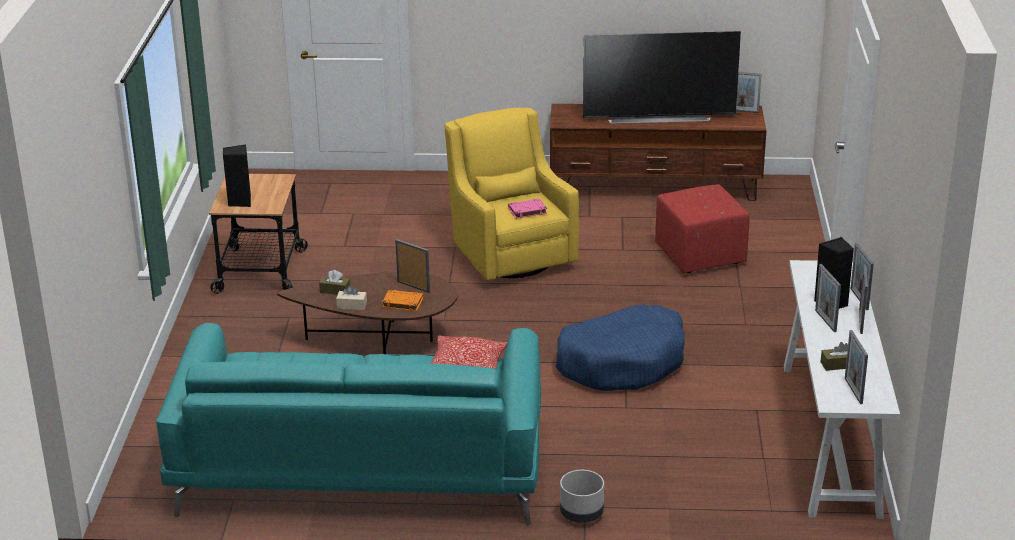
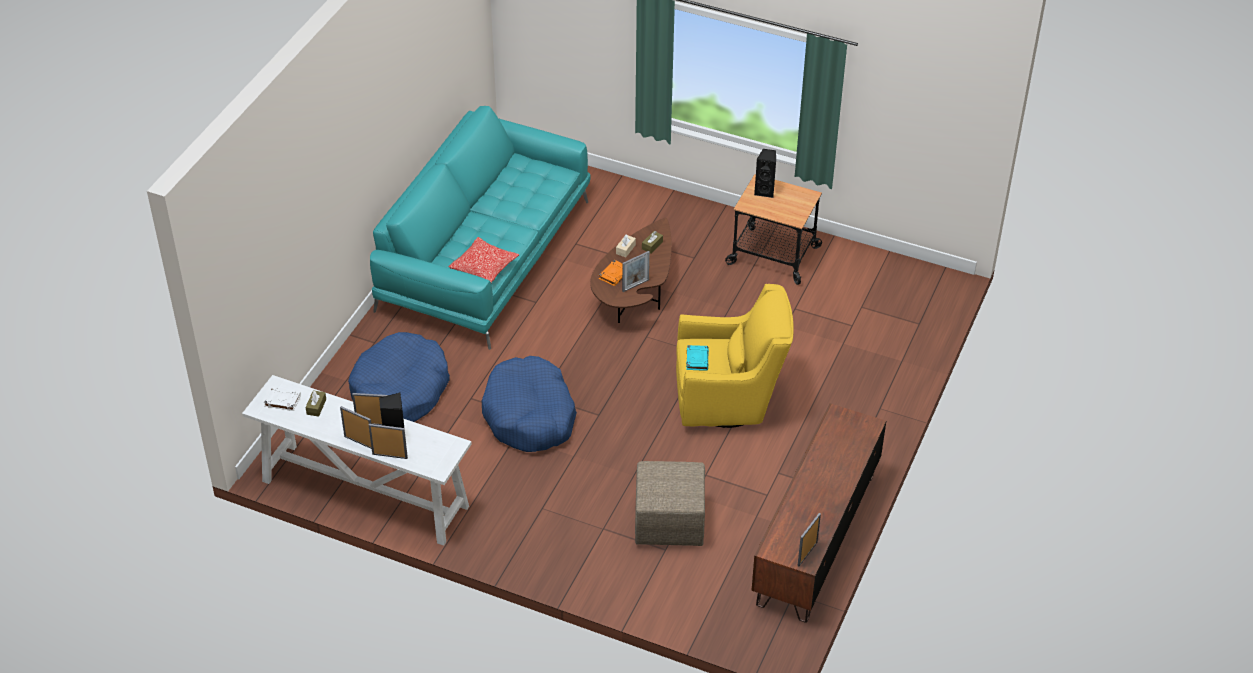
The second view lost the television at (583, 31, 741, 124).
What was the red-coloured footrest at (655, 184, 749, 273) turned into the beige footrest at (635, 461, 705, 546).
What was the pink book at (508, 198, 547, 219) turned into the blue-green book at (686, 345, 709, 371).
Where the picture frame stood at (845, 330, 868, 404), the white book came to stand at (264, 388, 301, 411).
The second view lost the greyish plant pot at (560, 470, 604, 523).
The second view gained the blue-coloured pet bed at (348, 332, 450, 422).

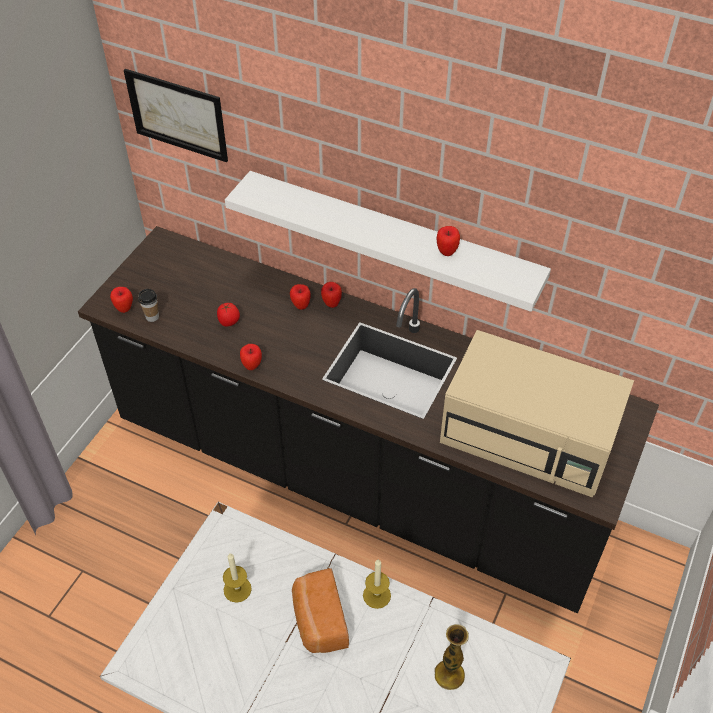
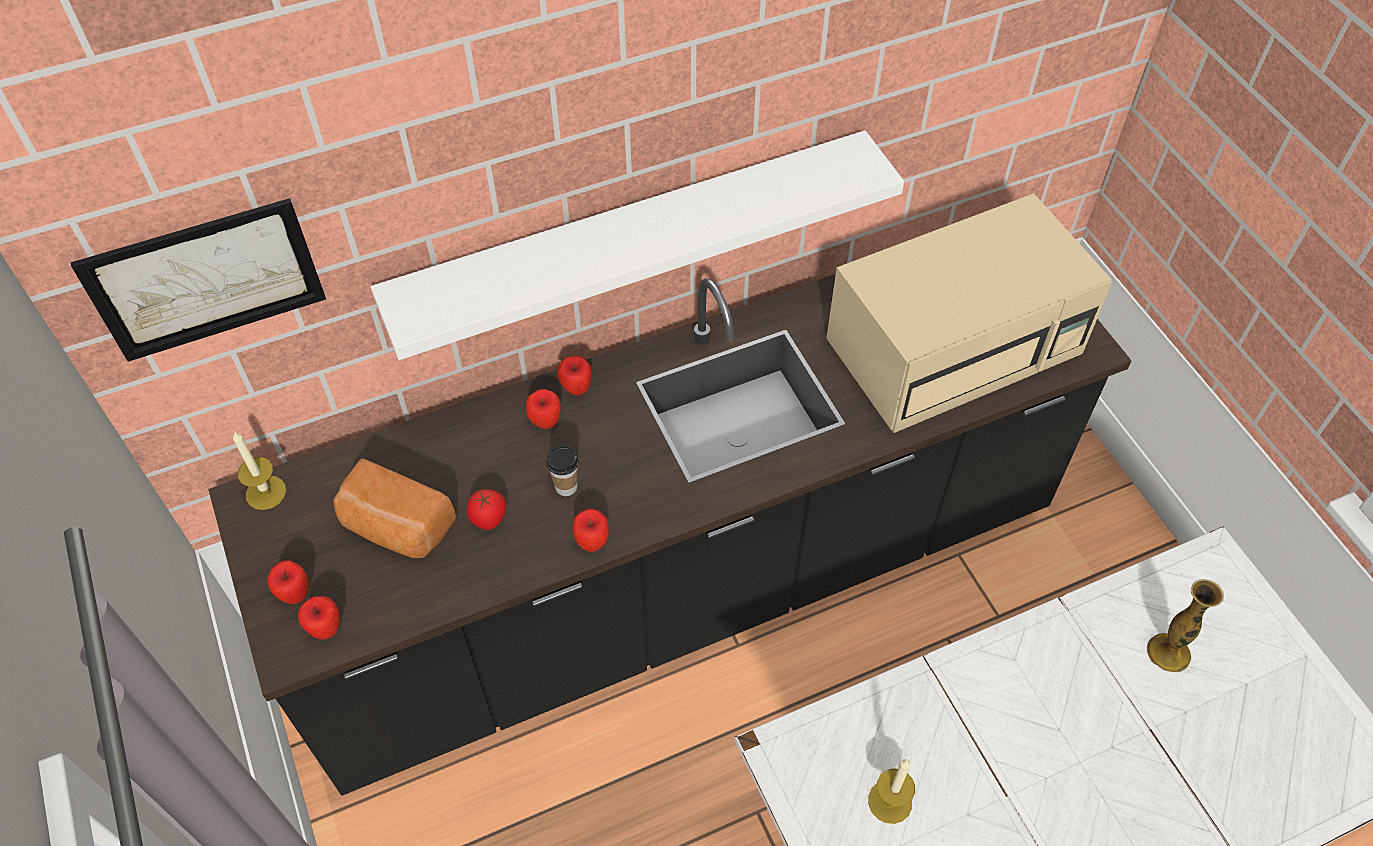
The whole apple ended up elsewhere, having gone from (437, 226, 460, 256) to (267, 560, 309, 604).
The drinking cup ended up elsewhere, having gone from (138, 289, 159, 322) to (546, 445, 579, 496).
The wax candle ended up elsewhere, having gone from (363, 559, 391, 609) to (233, 431, 286, 510).
The bakery bread ended up elsewhere, having gone from (292, 568, 349, 653) to (333, 458, 456, 558).

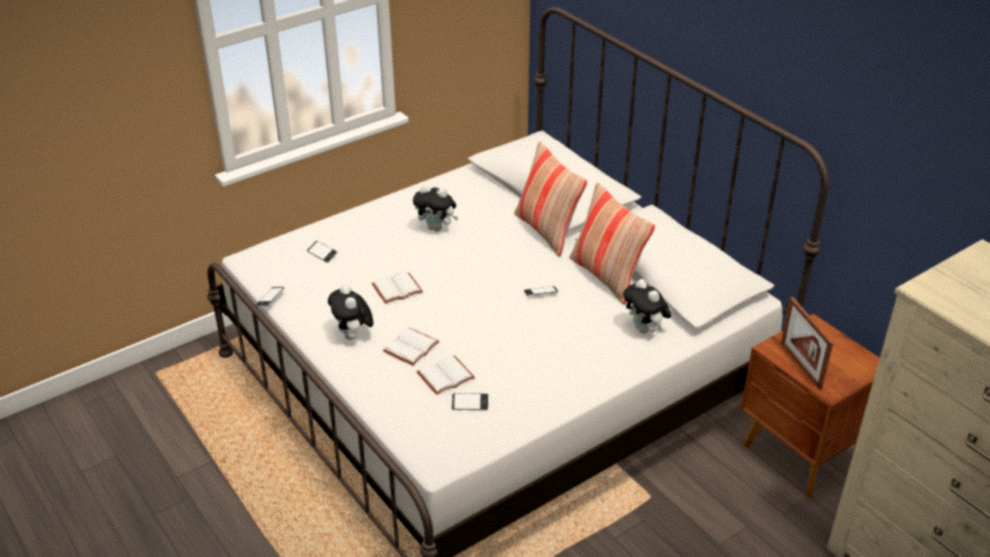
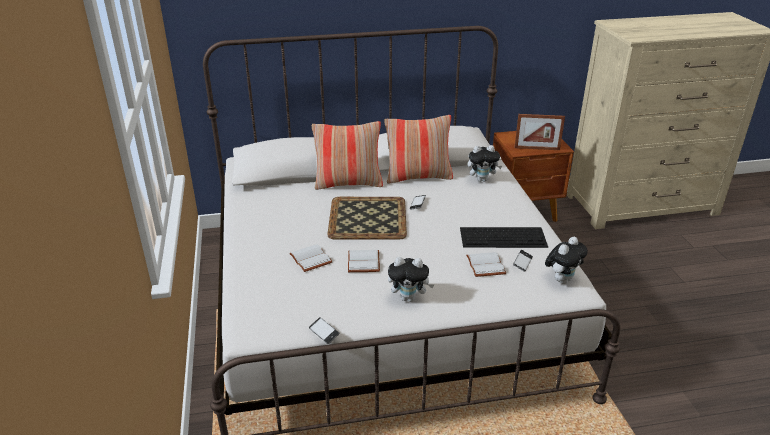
The soft toy ended up elsewhere, having gone from (413, 185, 458, 231) to (545, 237, 588, 284).
The second view lost the phone at (307, 241, 337, 263).
The white book ended up elsewhere, having gone from (383, 328, 439, 366) to (289, 244, 332, 272).
The second view gained the carrying tray at (327, 197, 407, 240).
The second view gained the computer keyboard at (460, 227, 548, 248).

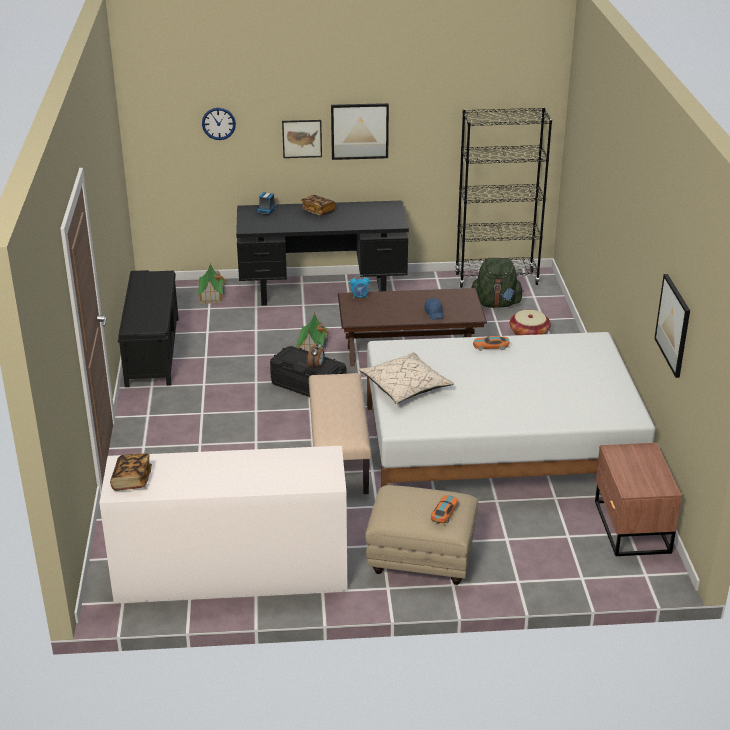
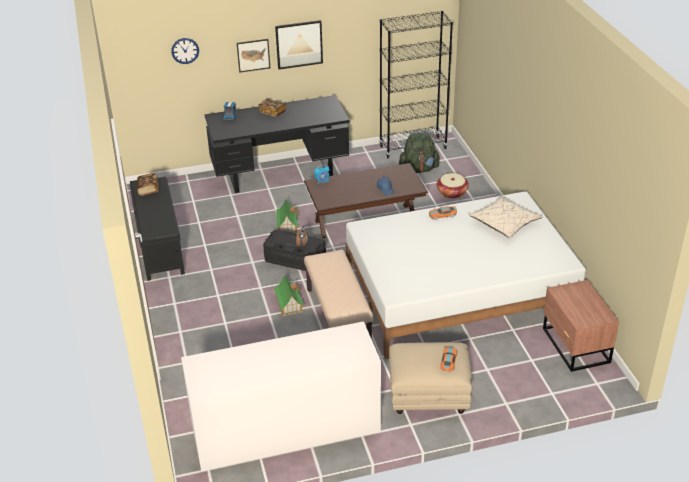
The toy house ended up elsewhere, having gone from (197, 264, 226, 304) to (273, 274, 304, 316).
The second view lost the picture at (654, 274, 690, 378).
The beige cushion ended up elsewhere, having gone from (359, 352, 454, 404) to (468, 196, 543, 238).
The book ended up elsewhere, having gone from (110, 454, 152, 491) to (137, 173, 159, 196).

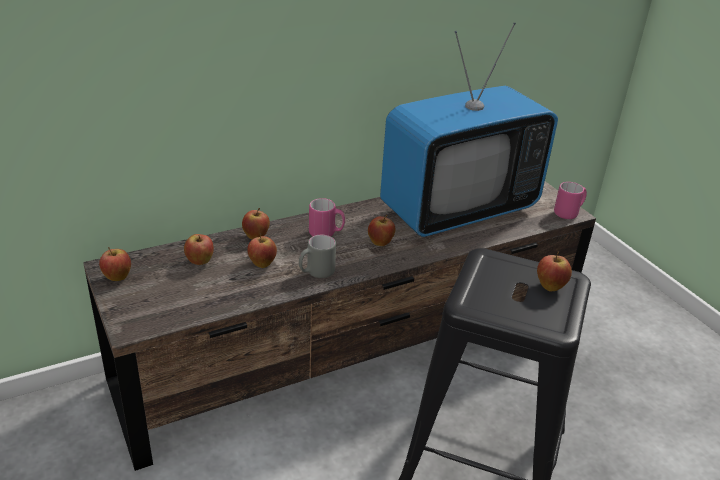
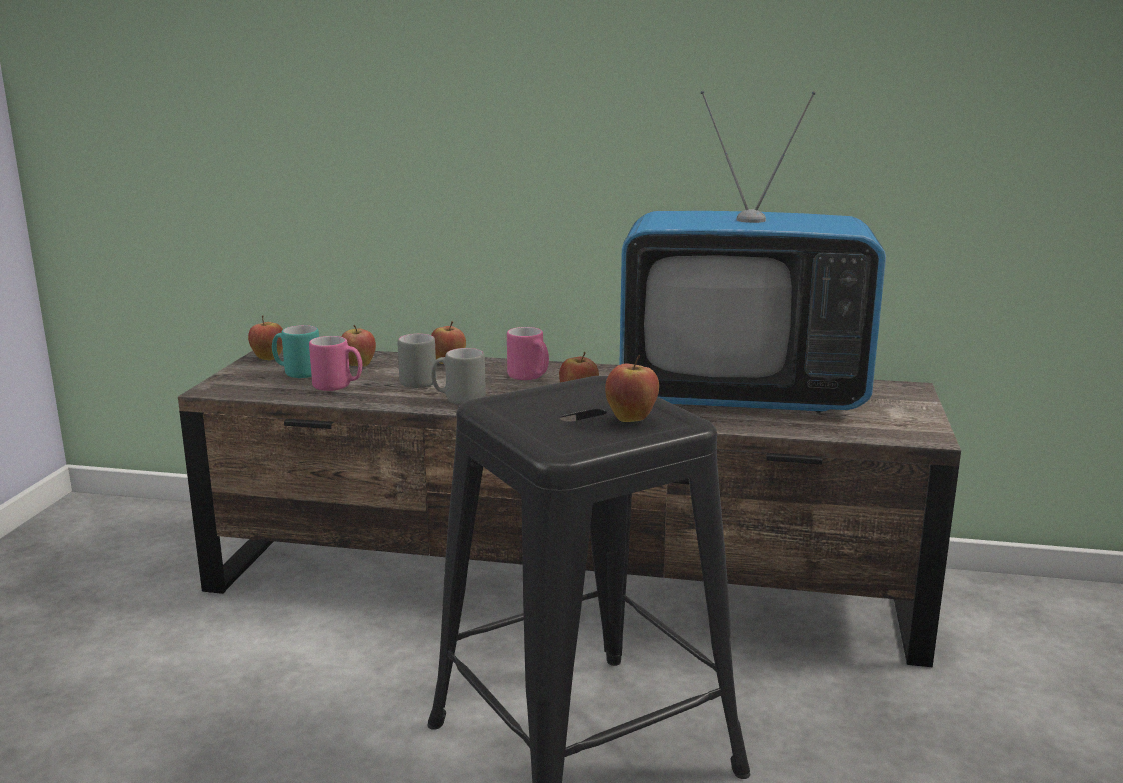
The pink coffee mug ended up elsewhere, having gone from (554, 182, 587, 219) to (309, 336, 362, 391).
Where the whole apple stood at (247, 233, 277, 268), the greyish coffee mug came to stand at (397, 333, 437, 388).
The second view gained the blue-green coffee mug at (272, 325, 319, 378).

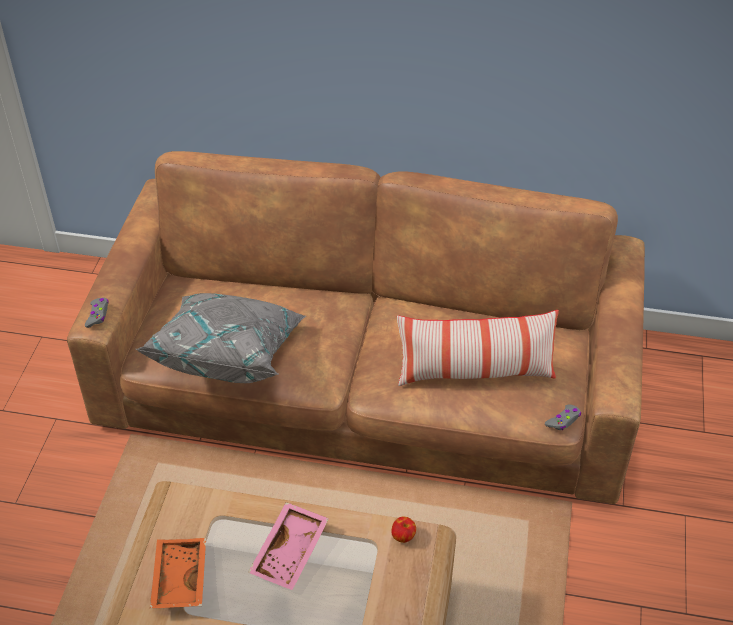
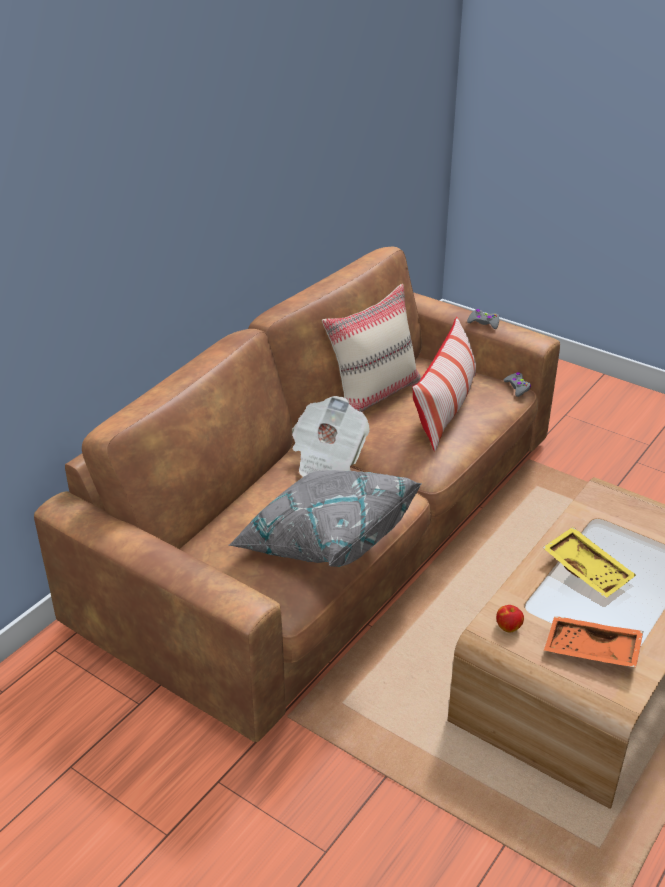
The greyish gamepad ended up elsewhere, having gone from (85, 298, 108, 328) to (467, 309, 499, 329).
What was the pink carrying tray at (248, 502, 329, 590) turned into the yellow-coloured carrying tray at (542, 527, 636, 598).
The whole apple ended up elsewhere, having gone from (391, 517, 416, 543) to (496, 605, 524, 633).
The second view gained the beige cushion at (322, 284, 422, 412).
The second view gained the printed paper at (291, 396, 370, 477).

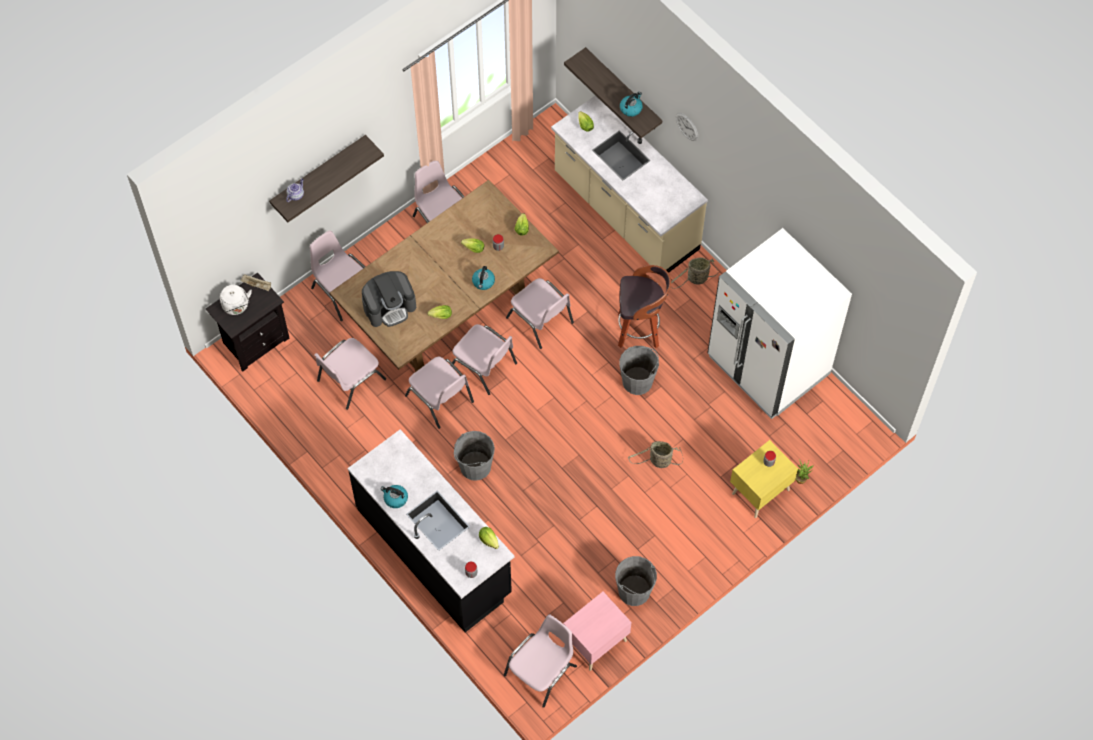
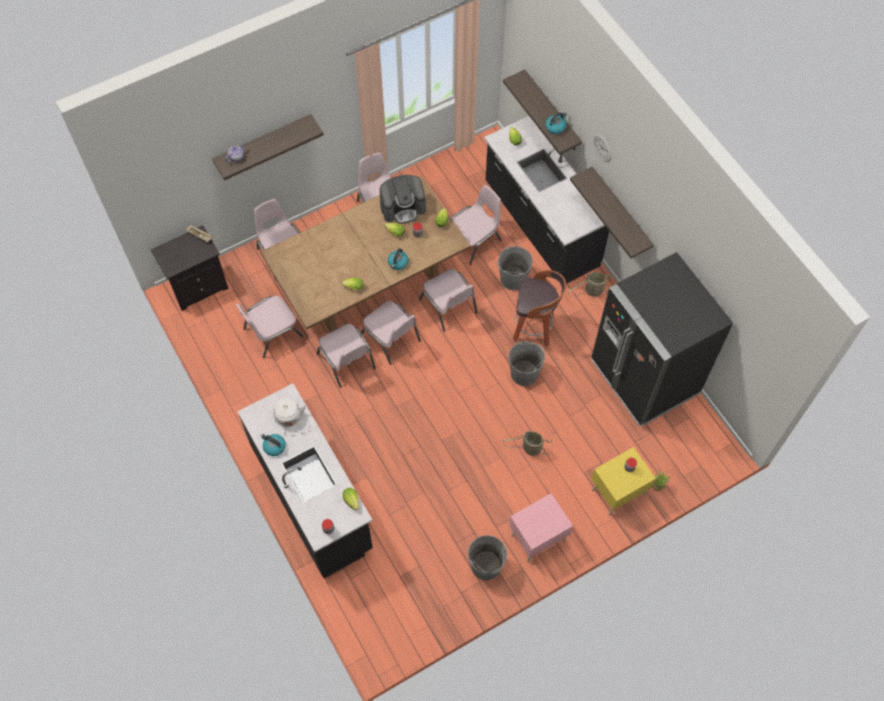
What was the beige kitchen counter at (551, 95, 708, 273) turned into the black-coloured kitchen counter at (484, 116, 609, 284).
What was the white refrigerator at (707, 228, 852, 419) turned into the black-coloured refrigerator at (591, 252, 733, 427).
The coffee machine ended up elsewhere, having gone from (362, 271, 416, 327) to (379, 175, 426, 224).
The white tea kettle ended up elsewhere, having gone from (220, 285, 252, 315) to (273, 398, 305, 427).
The greyish water bucket ended up elsewhere, having gone from (454, 431, 495, 481) to (497, 246, 533, 290).
The pink nightstand ended up elsewhere, having gone from (563, 592, 632, 671) to (509, 494, 573, 563).
The pink chair ended up elsewhere, having gone from (504, 614, 577, 708) to (451, 185, 502, 265).
The second view gained the shelf at (570, 167, 654, 259).

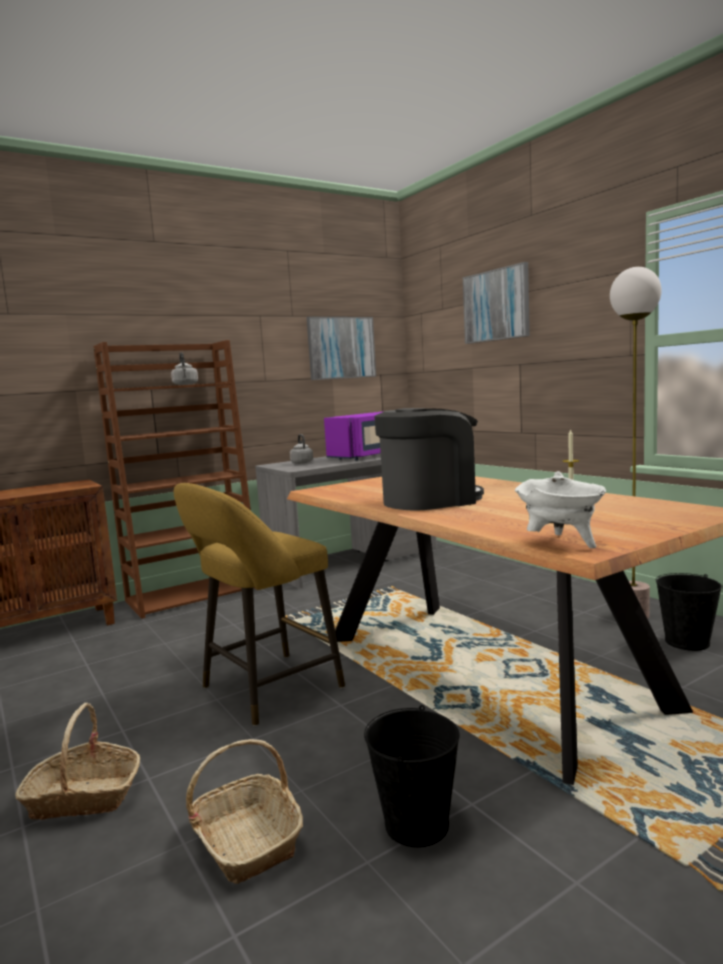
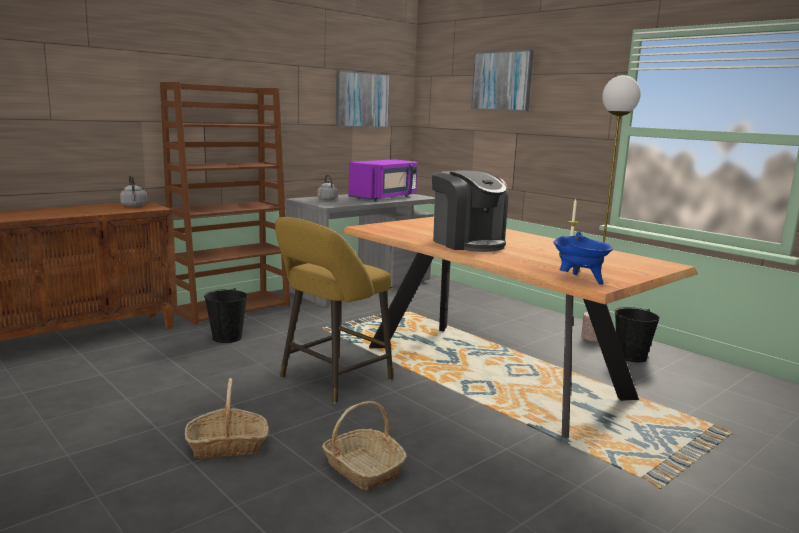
The greyish tea kettle ended up elsewhere, having gone from (171, 352, 198, 385) to (120, 175, 147, 207).
The coffee machine at (374, 408, 484, 511) ended up facing another way, 90 degrees clockwise from before.
What was the white cooking pot at (515, 471, 606, 548) turned into the blue-coloured cooking pot at (554, 232, 613, 285).
The black-coloured water bucket ended up elsewhere, having gone from (364, 705, 459, 847) to (204, 288, 248, 343).

